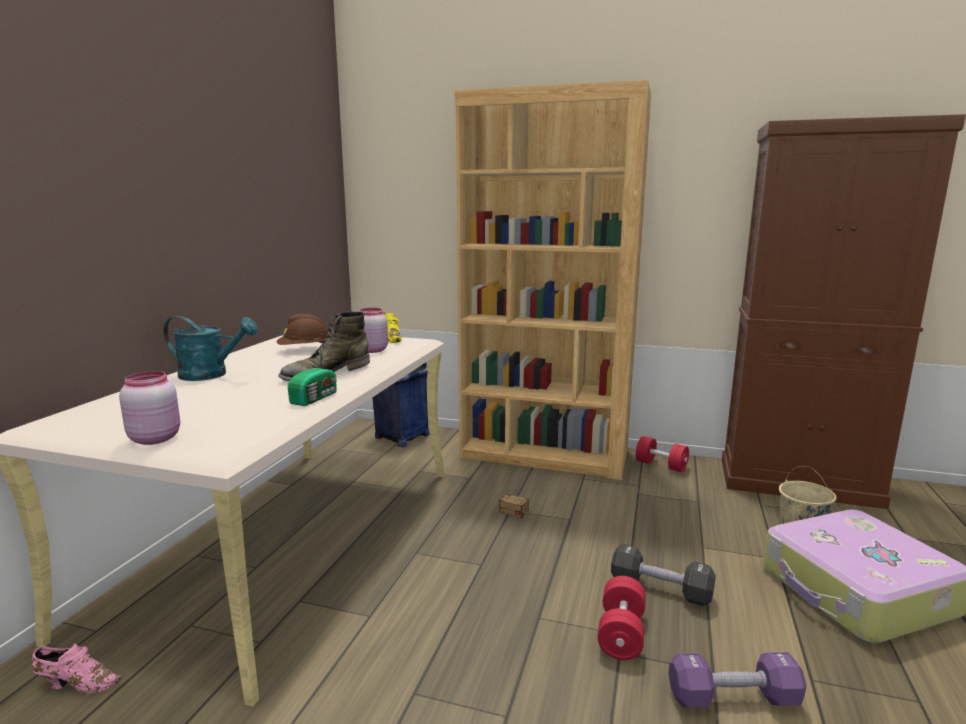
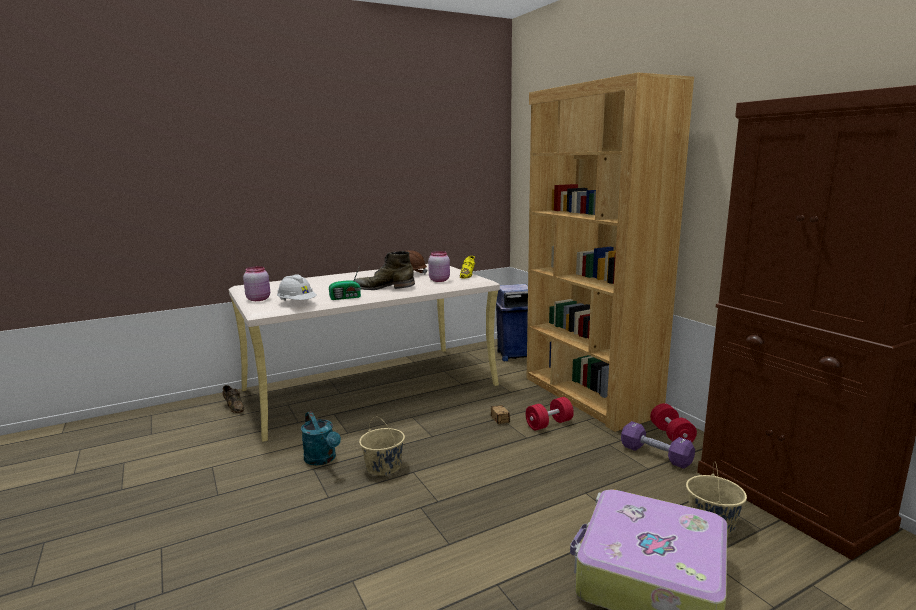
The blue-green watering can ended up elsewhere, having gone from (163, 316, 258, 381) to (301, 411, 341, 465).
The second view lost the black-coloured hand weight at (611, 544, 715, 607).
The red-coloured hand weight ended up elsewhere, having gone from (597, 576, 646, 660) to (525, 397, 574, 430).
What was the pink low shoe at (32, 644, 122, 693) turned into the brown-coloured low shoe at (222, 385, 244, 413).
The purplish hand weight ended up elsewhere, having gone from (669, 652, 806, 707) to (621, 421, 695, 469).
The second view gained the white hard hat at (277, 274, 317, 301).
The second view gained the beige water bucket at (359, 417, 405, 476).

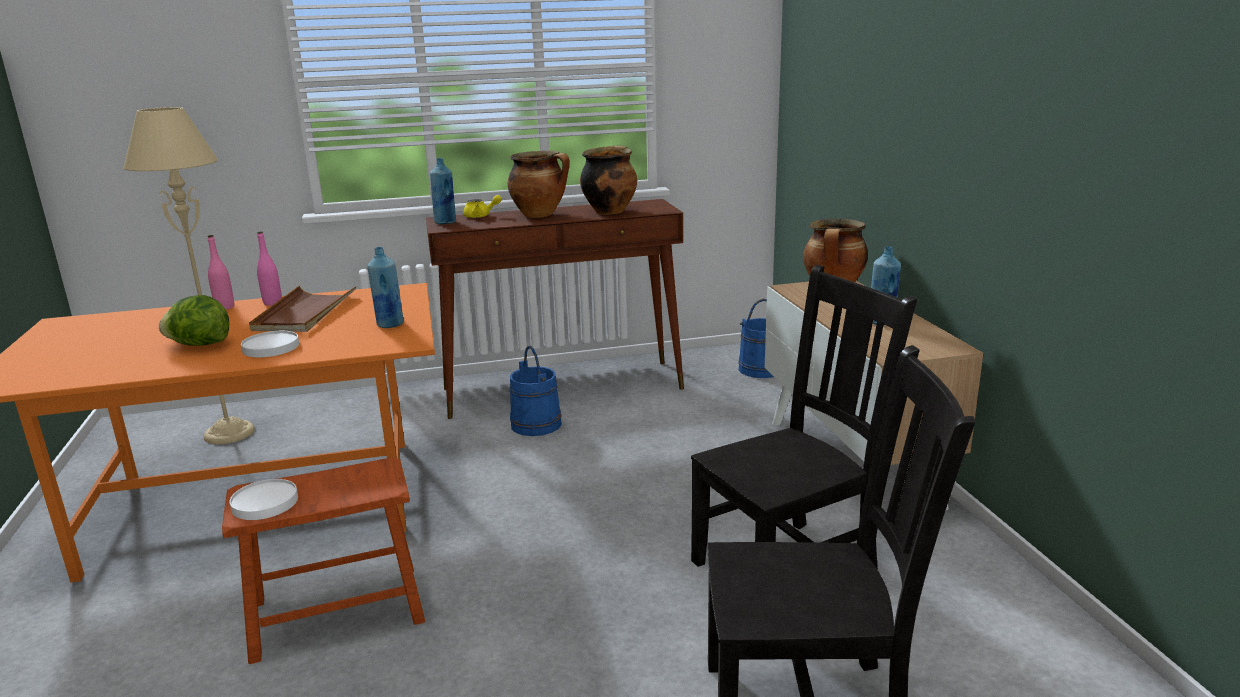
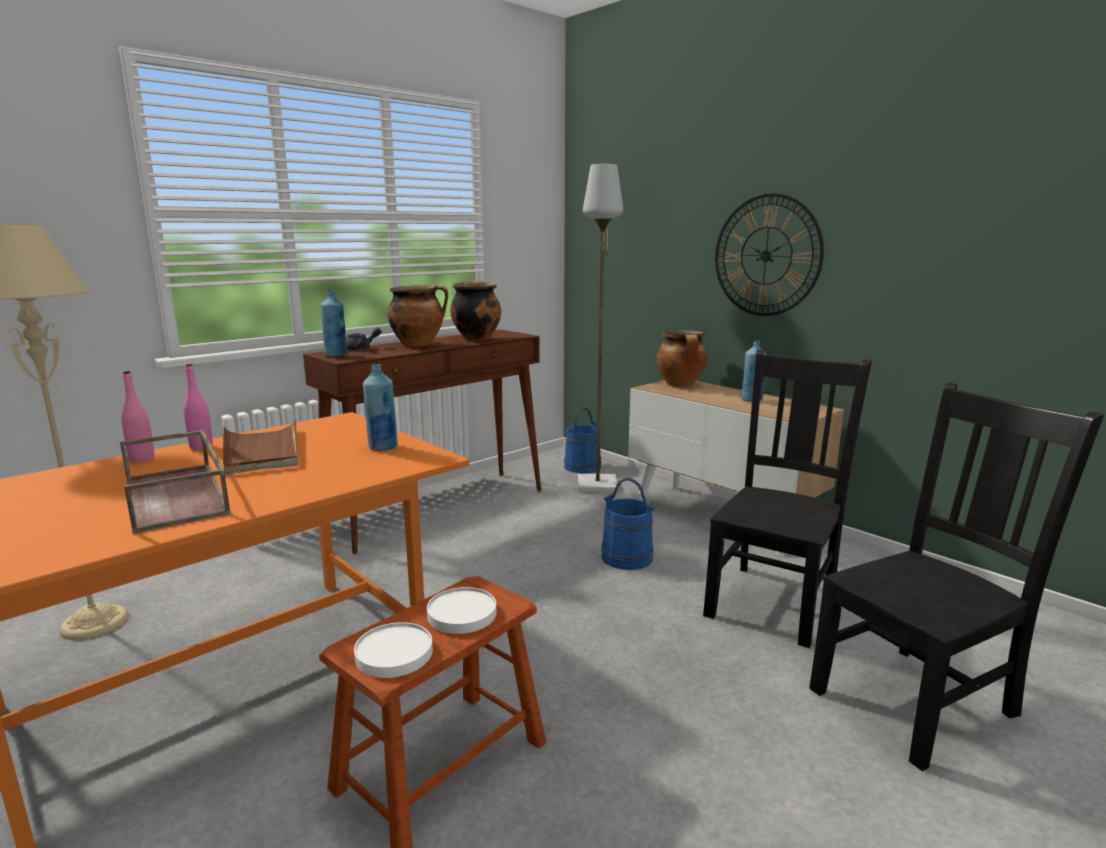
What was the yellow-coloured pot for tea at (463, 195, 502, 218) turned into the greyish pot for tea at (346, 328, 381, 351).
Where the lettuce stood at (159, 295, 229, 346), the brown-coloured carrying tray came to stand at (120, 430, 231, 534).
The white plate ended up elsewhere, having gone from (241, 331, 299, 357) to (427, 587, 497, 634).
The blue-coloured water bucket ended up elsewhere, having gone from (510, 346, 562, 436) to (601, 478, 655, 570).
The second view gained the greyish standard lamp at (578, 164, 623, 492).
The second view gained the hanging clock at (715, 193, 824, 316).

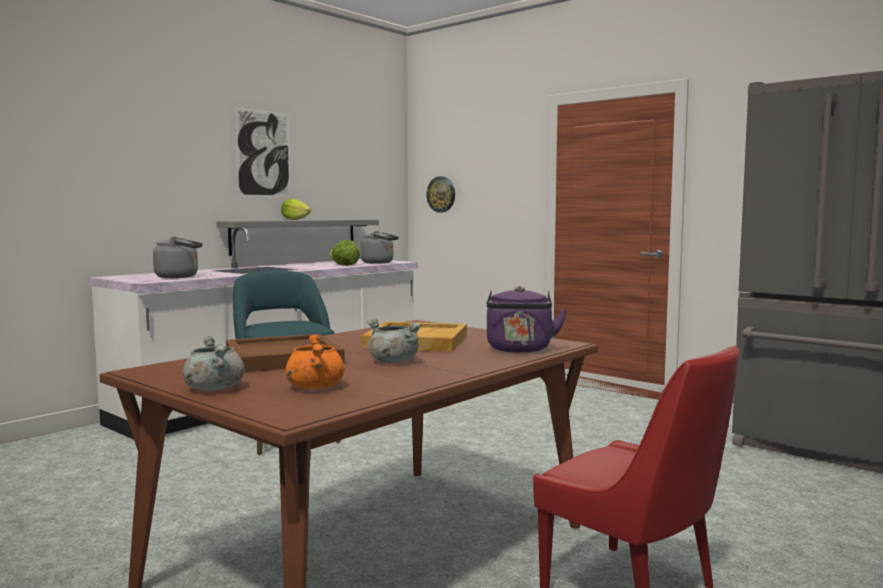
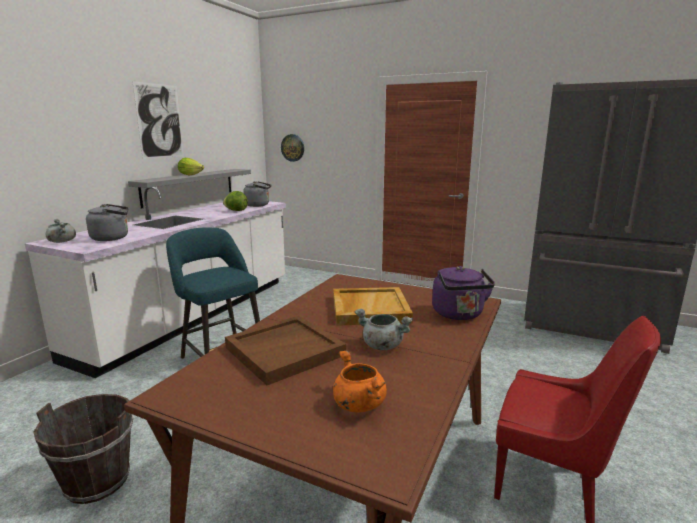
The greyish cooking pot ended up elsewhere, having gone from (183, 336, 244, 391) to (46, 219, 76, 243).
The second view gained the brown-coloured water bucket at (34, 394, 133, 504).

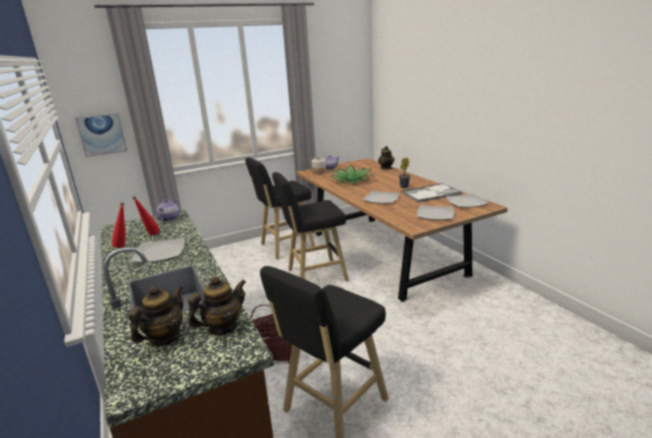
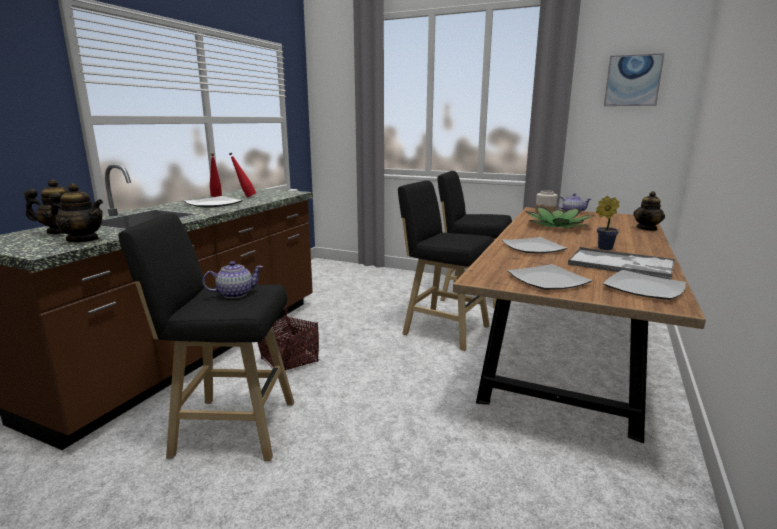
The picture ended up elsewhere, having gone from (75, 113, 127, 157) to (604, 53, 665, 106).
The pot for tea ended up elsewhere, having gone from (156, 199, 179, 221) to (203, 261, 263, 298).

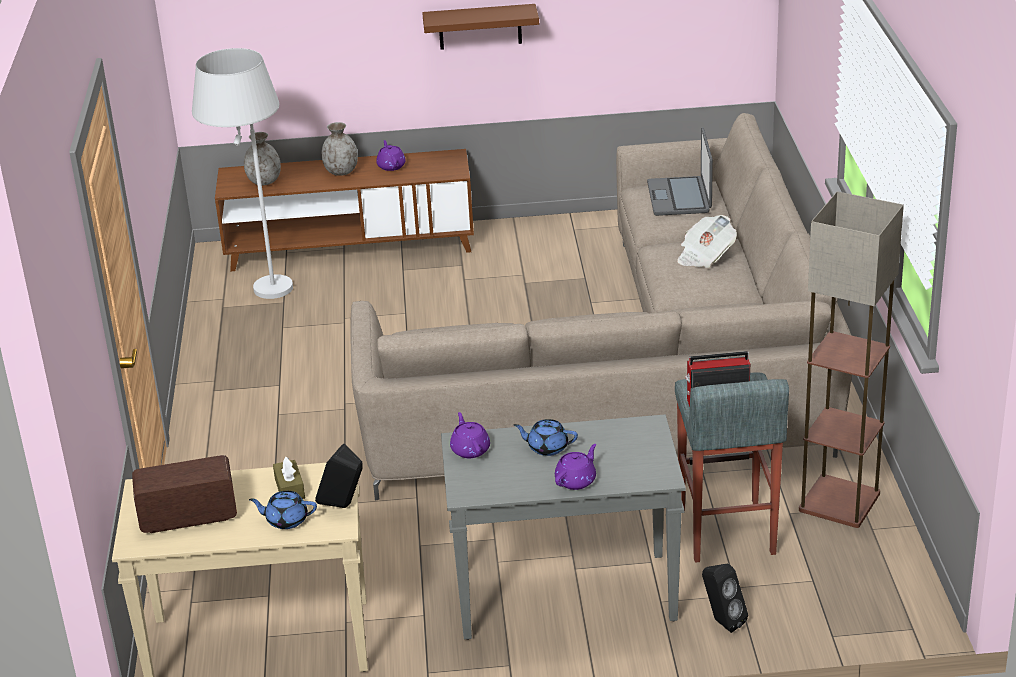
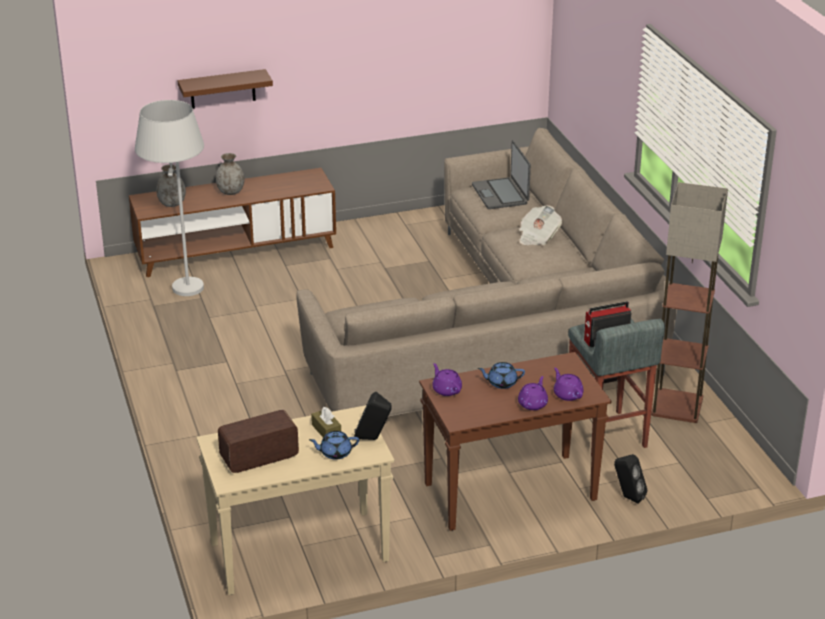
The brown-coloured shelf ended up elsewhere, having gone from (422, 4, 539, 50) to (178, 69, 273, 109).
The purplish pot for tea ended up elsewhere, having gone from (376, 140, 406, 171) to (554, 368, 584, 401).
What was the greyish hall table at (441, 414, 686, 640) turned into the brown-coloured hall table at (419, 352, 611, 531).

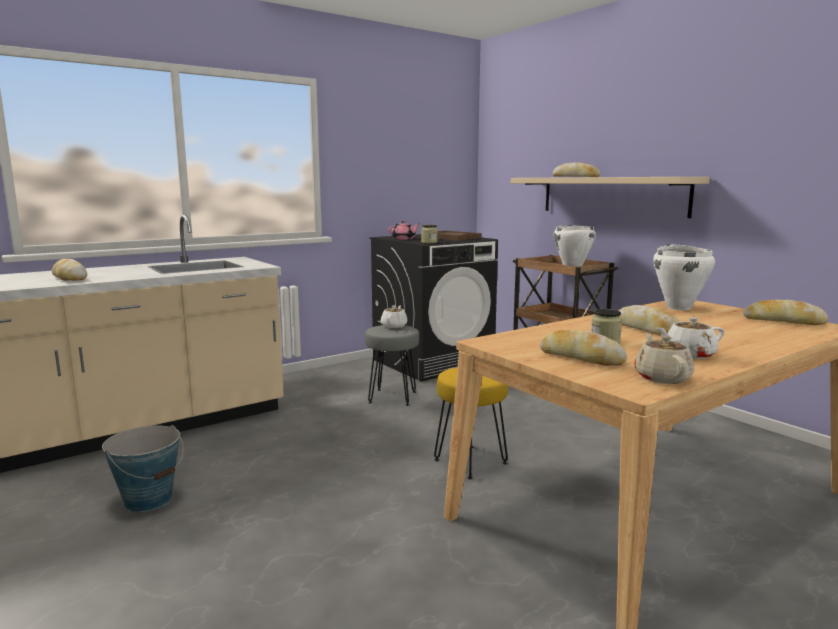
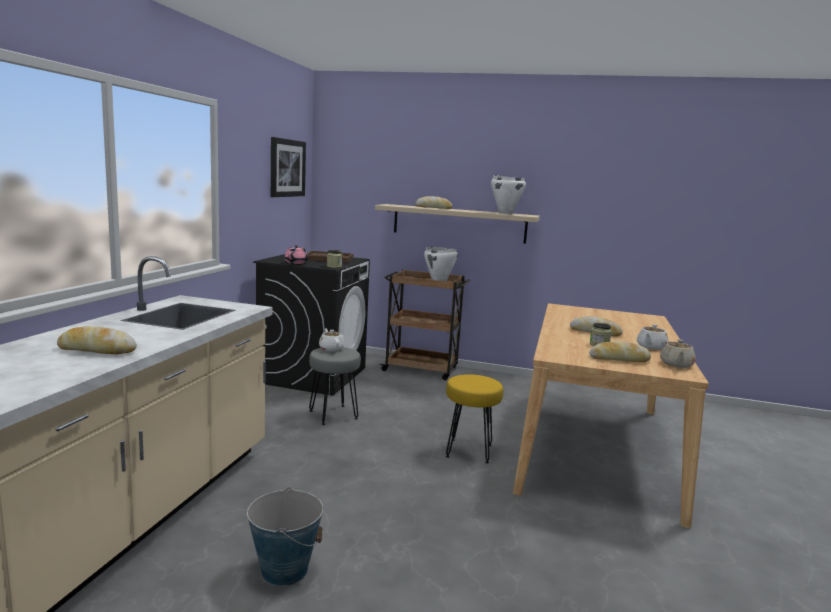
The white cooking pot ended up elsewhere, having gone from (653, 244, 715, 310) to (491, 175, 526, 214).
The second view lost the bakery bread at (743, 300, 828, 325).
The beige pot for tea at (634, 333, 694, 384) ended up facing another way, 120 degrees counterclockwise from before.
The second view gained the picture at (271, 137, 306, 197).

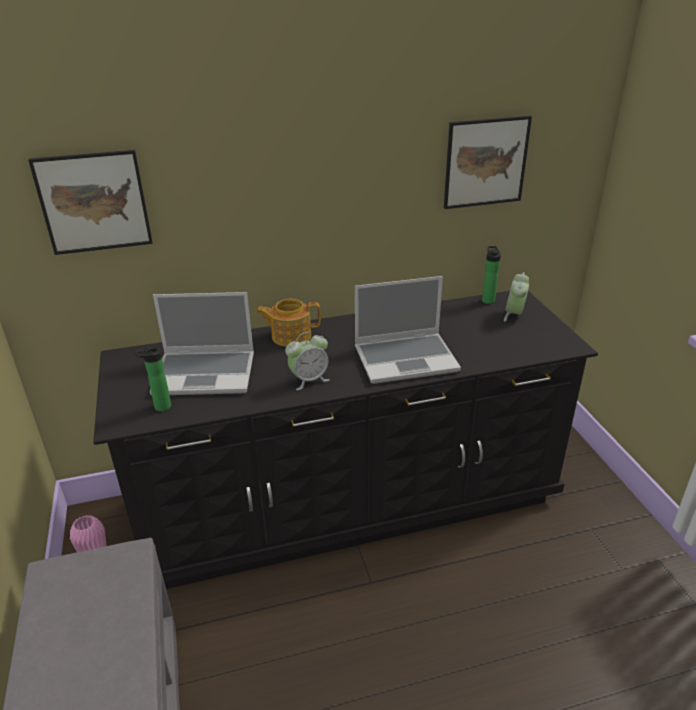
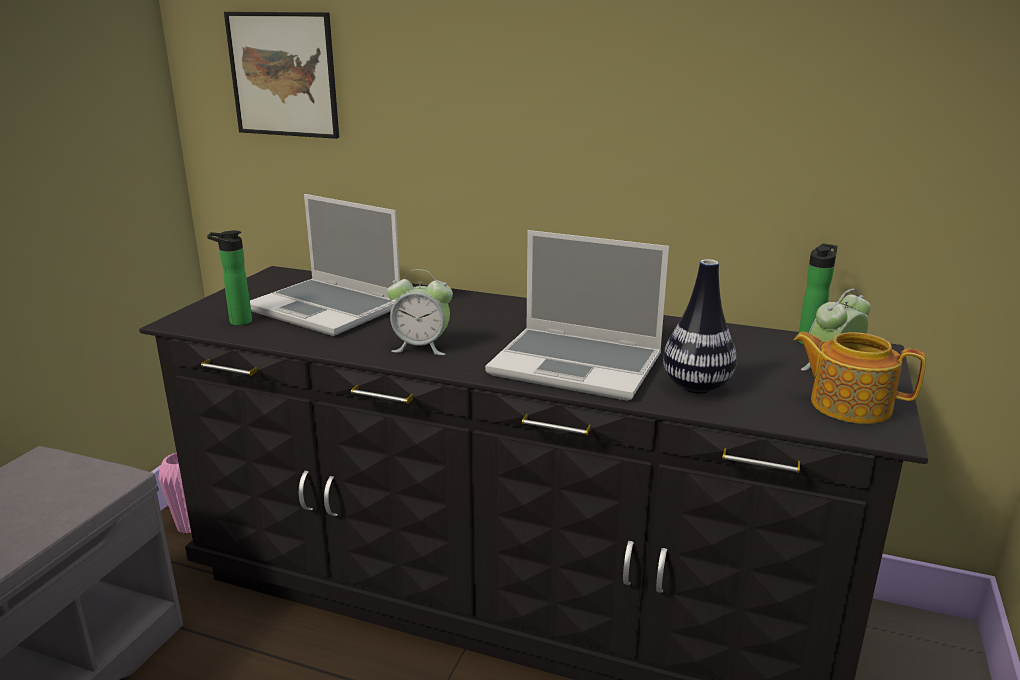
The second view lost the picture at (444, 116, 532, 209).
The pot for tea ended up elsewhere, having gone from (256, 299, 321, 347) to (794, 332, 926, 424).
The second view gained the flower vase at (663, 259, 737, 394).

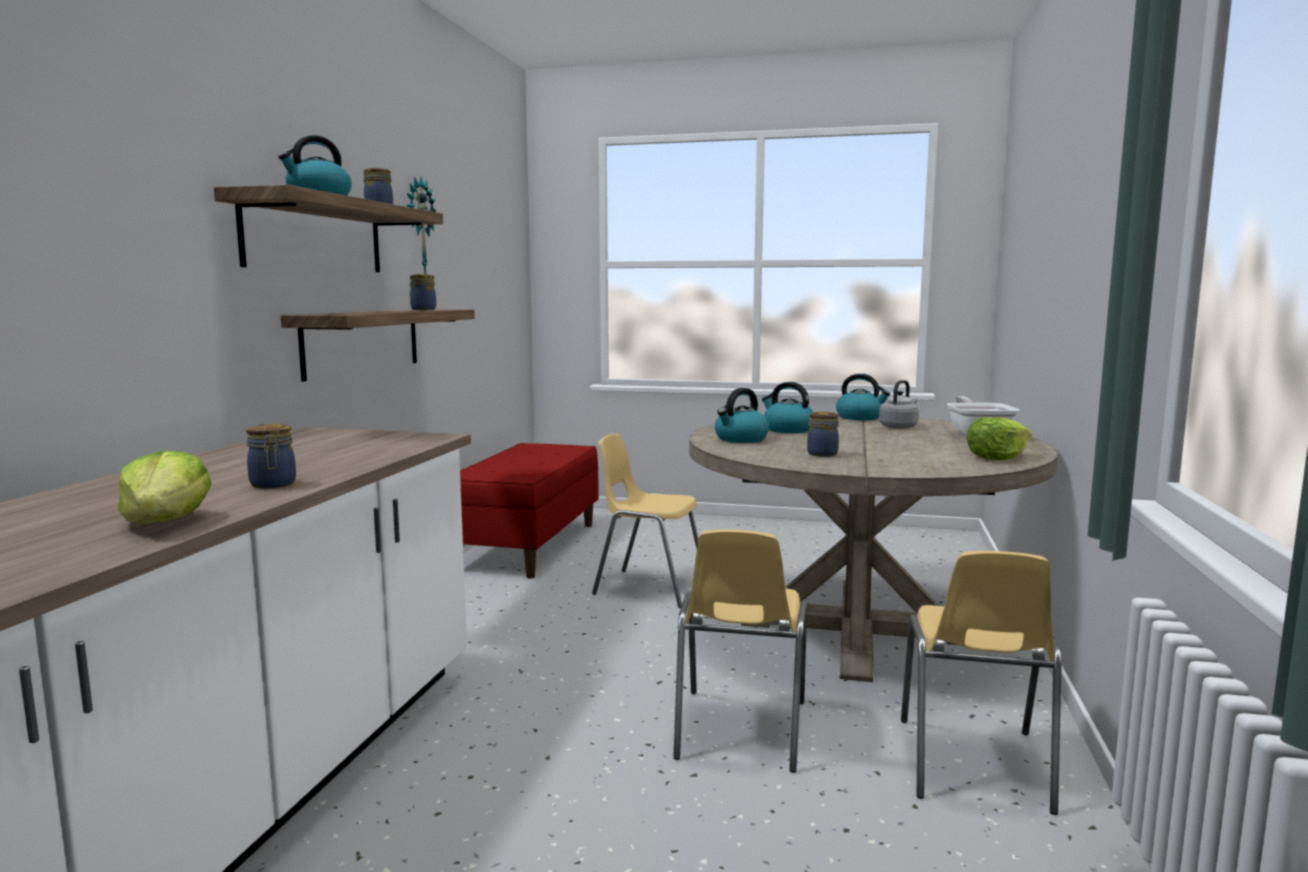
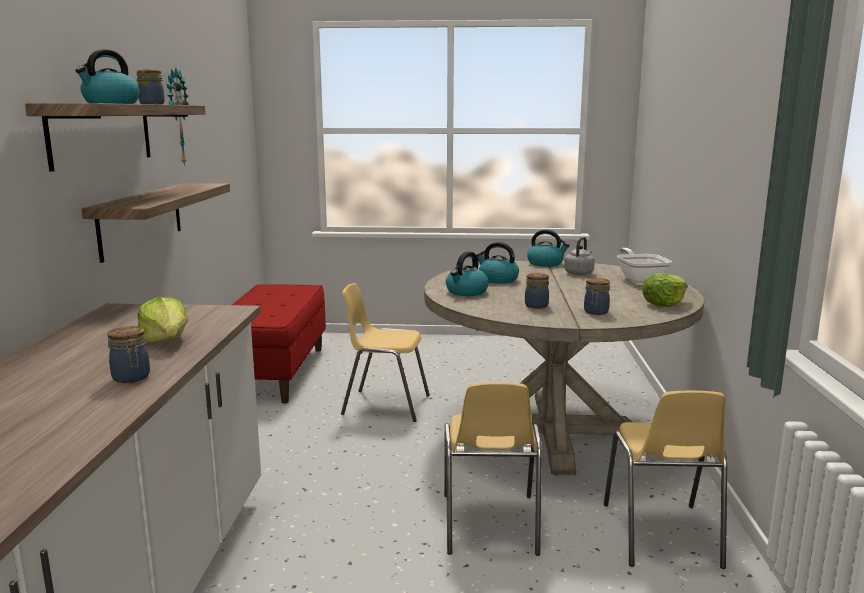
The storage jar ended up elsewhere, having gone from (409, 274, 436, 310) to (584, 278, 610, 315).
The lettuce ended up elsewhere, having gone from (118, 451, 211, 524) to (138, 297, 188, 343).

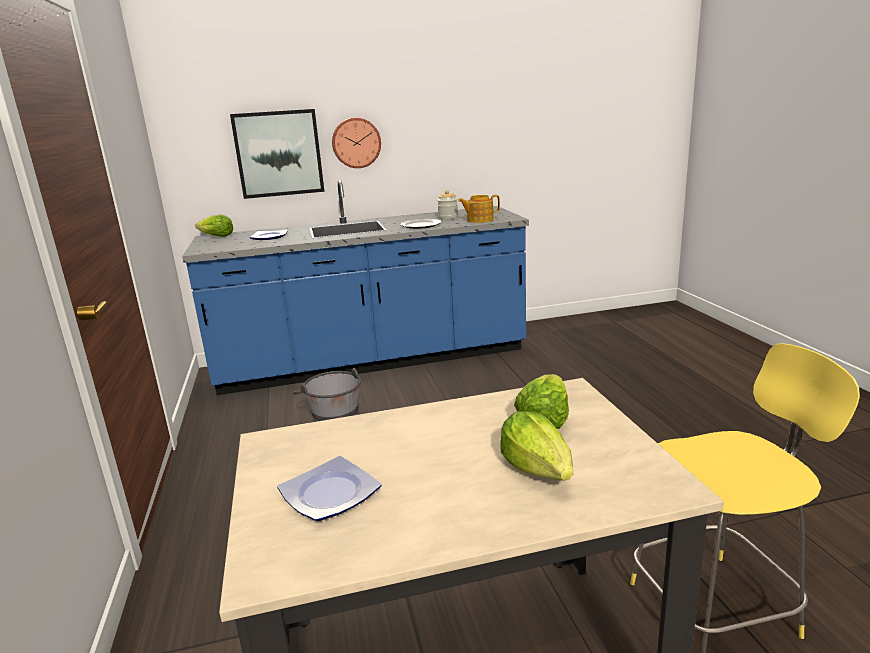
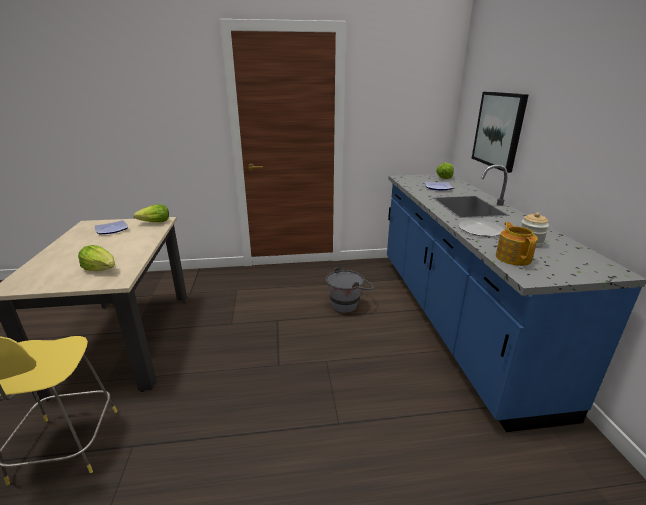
The second view lost the hanging clock at (332, 118, 381, 168).
The lettuce ended up elsewhere, having gone from (500, 411, 573, 481) to (133, 204, 169, 222).

